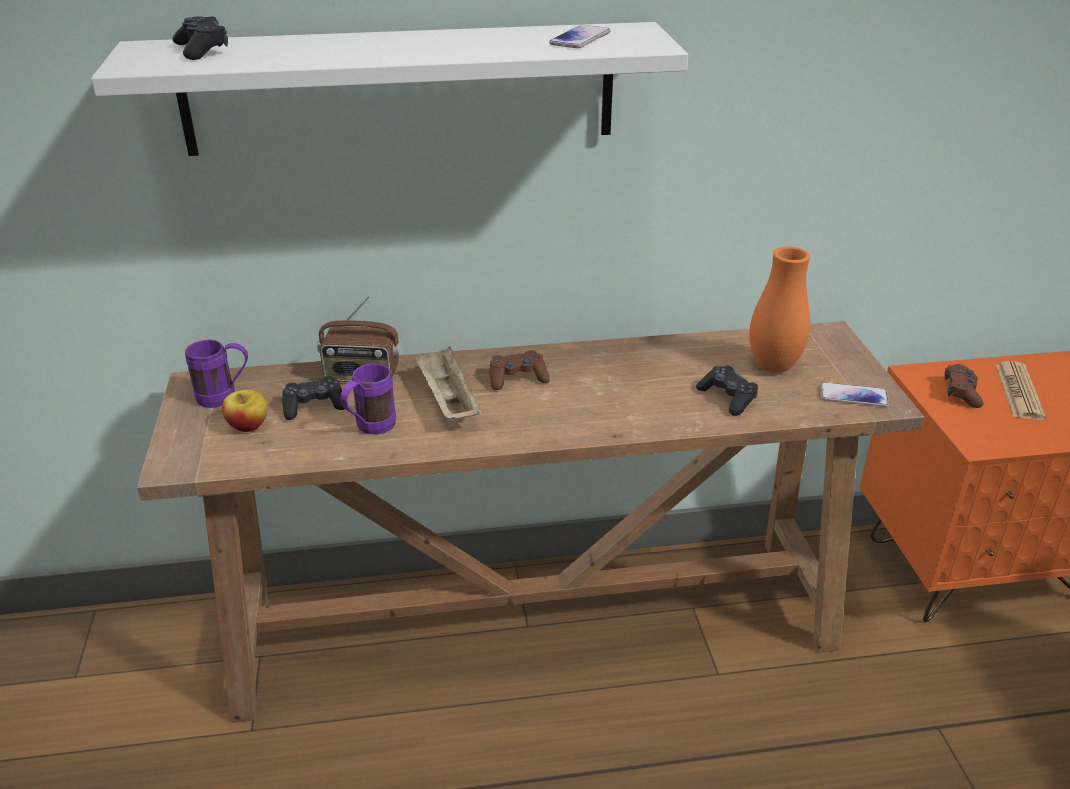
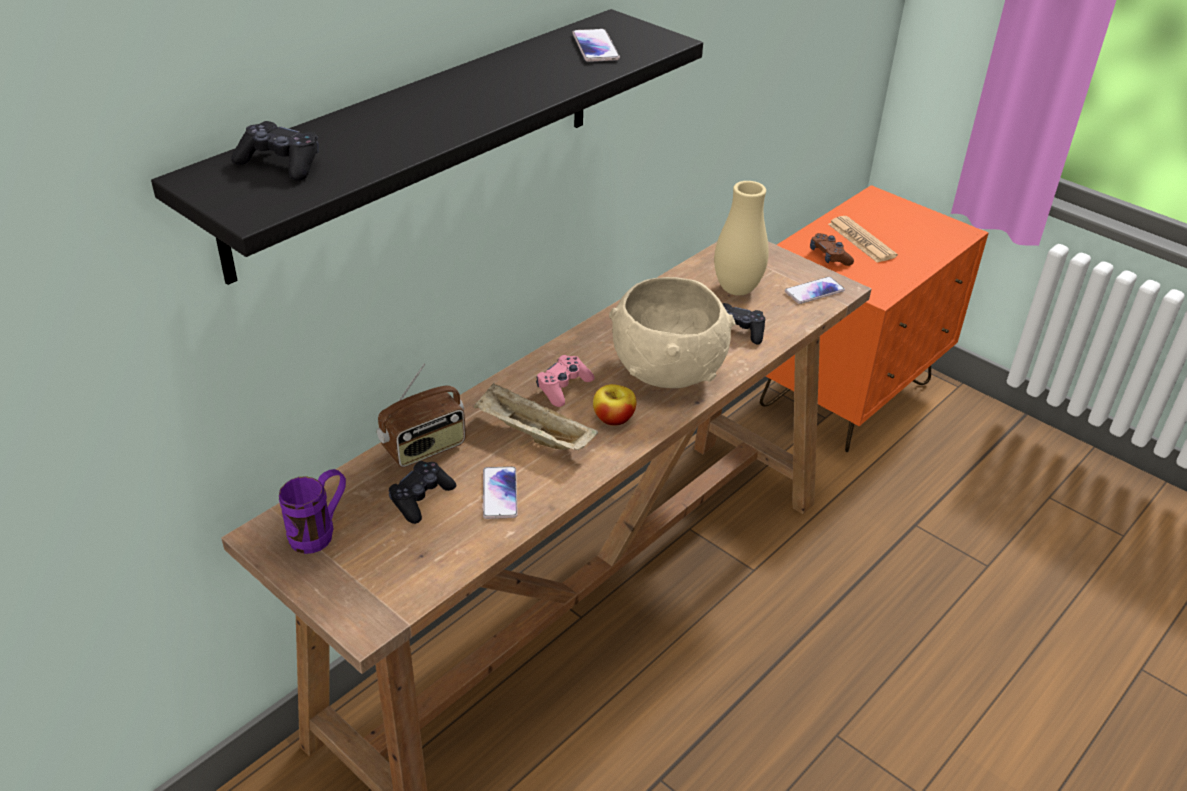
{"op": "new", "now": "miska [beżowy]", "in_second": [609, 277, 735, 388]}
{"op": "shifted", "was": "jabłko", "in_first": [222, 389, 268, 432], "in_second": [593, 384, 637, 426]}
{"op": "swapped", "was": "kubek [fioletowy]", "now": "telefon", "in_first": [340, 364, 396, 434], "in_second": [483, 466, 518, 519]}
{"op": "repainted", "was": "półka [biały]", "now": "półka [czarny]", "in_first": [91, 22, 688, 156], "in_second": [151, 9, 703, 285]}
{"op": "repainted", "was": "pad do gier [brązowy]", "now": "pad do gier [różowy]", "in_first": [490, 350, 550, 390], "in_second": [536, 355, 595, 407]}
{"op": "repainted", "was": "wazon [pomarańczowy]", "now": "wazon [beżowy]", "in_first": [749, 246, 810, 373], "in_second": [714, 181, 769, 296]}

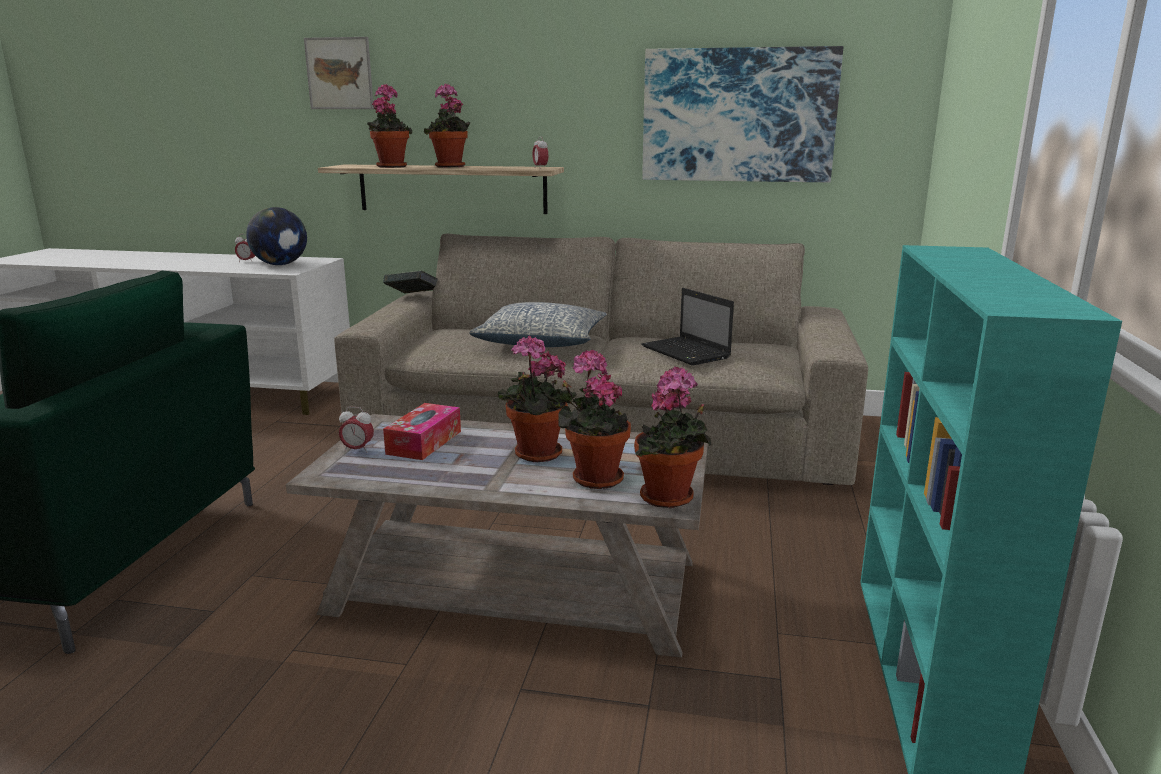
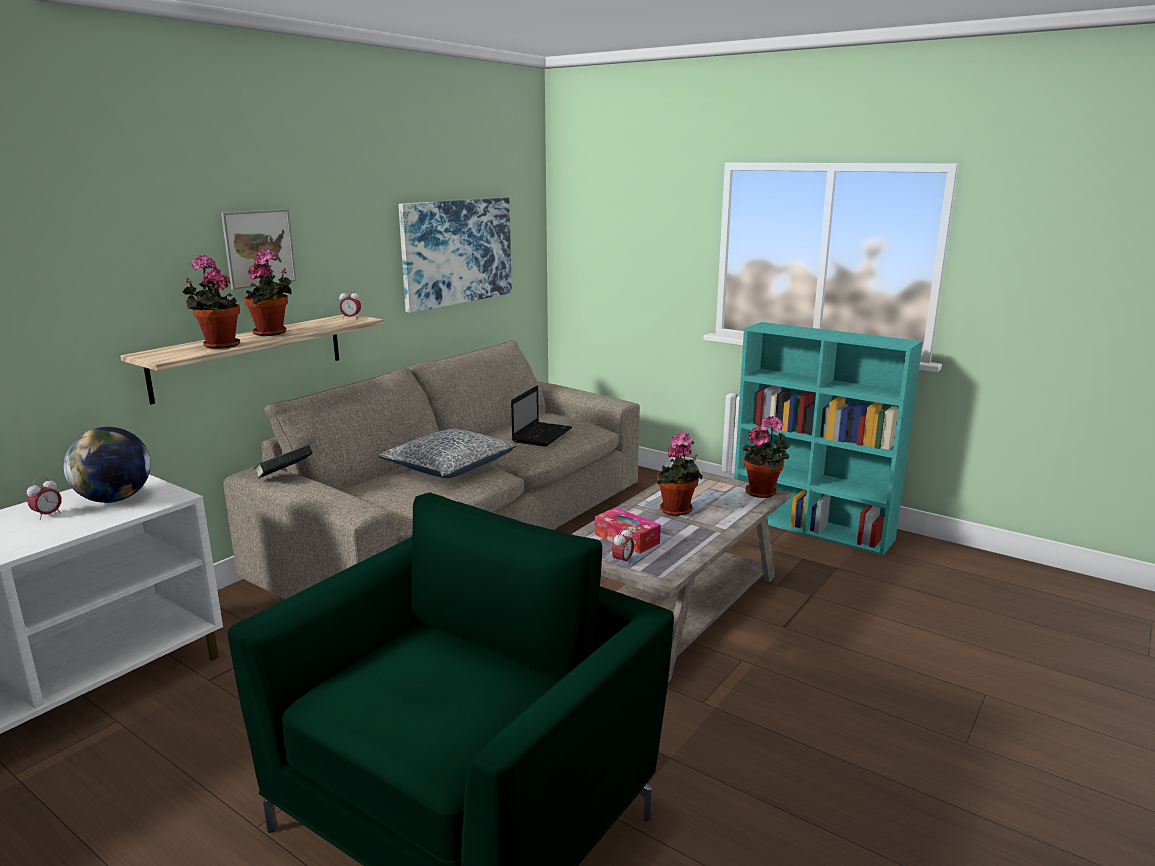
{"op": "gone", "was": "roślina doniczkowa", "in_first": [557, 350, 631, 489]}
{"op": "shifted", "was": "obraz", "in_first": [304, 37, 374, 109], "in_second": [221, 209, 296, 290]}
{"op": "rotated", "was": "laptop", "in_first": [641, 288, 734, 365], "in_second": [511, 386, 572, 447], "clockwise": -60}

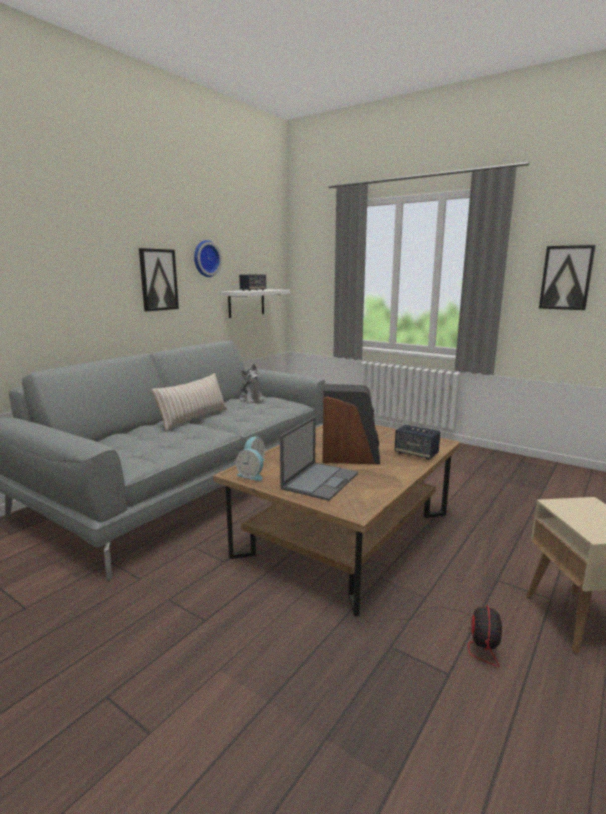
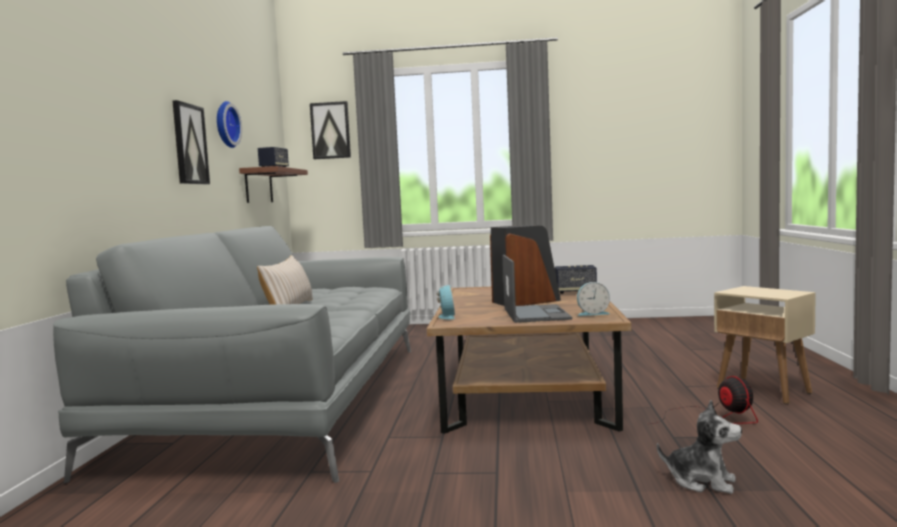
{"op": "shifted", "was": "budzik", "in_first": [236, 449, 263, 481], "in_second": [577, 282, 610, 316]}
{"op": "shifted", "was": "pluszak", "in_first": [239, 364, 264, 403], "in_second": [657, 400, 742, 494]}
{"op": "shifted", "was": "obraz", "in_first": [539, 245, 596, 310], "in_second": [310, 101, 351, 159]}
{"op": "repainted", "was": "półka [biały]", "now": "półka [brązowy]", "in_first": [221, 289, 290, 318], "in_second": [239, 166, 308, 203]}

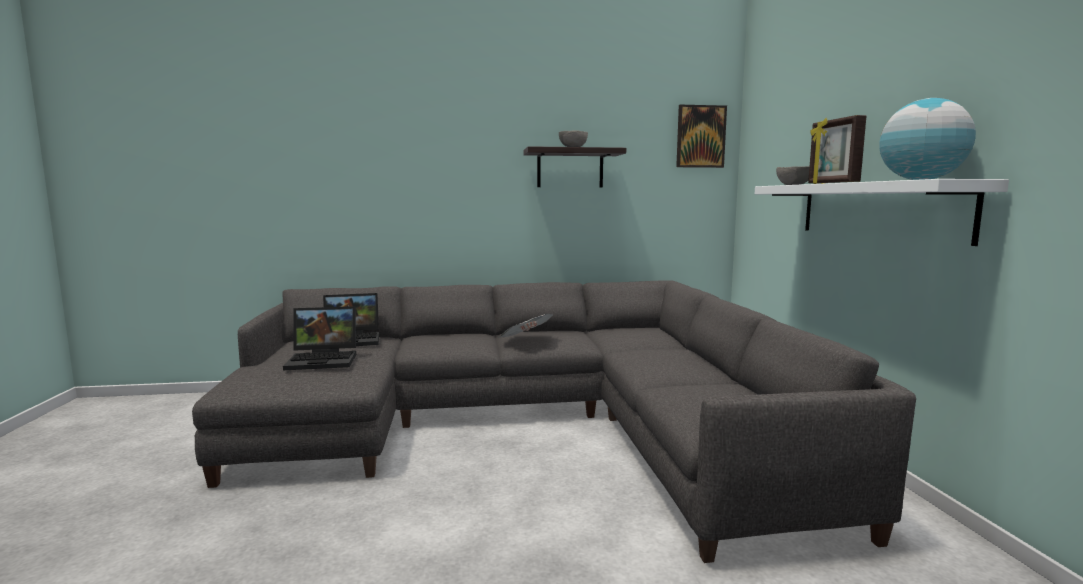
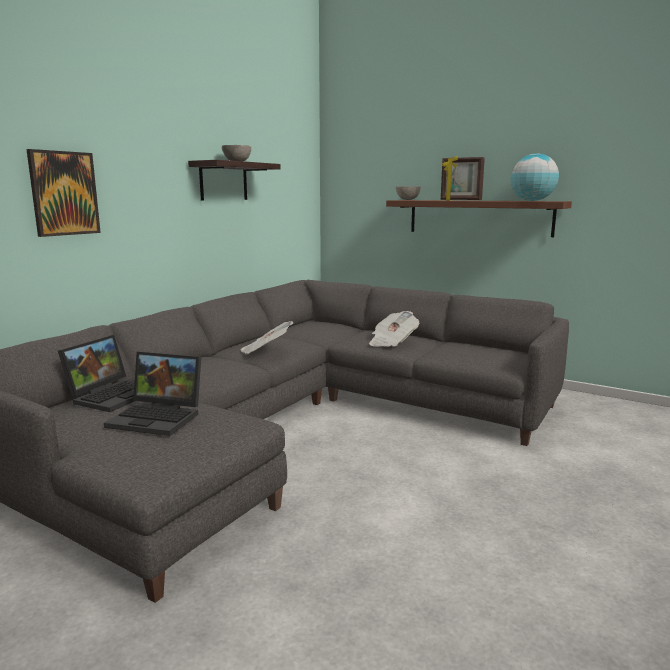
{"op": "new", "now": "gazeta", "in_second": [369, 311, 419, 347]}
{"op": "shifted", "was": "obraz", "in_first": [676, 105, 727, 168], "in_second": [26, 149, 101, 237]}
{"op": "repainted", "was": "półka [biały]", "now": "półka [brązowy]", "in_first": [755, 179, 1009, 246], "in_second": [386, 200, 572, 237]}
{"op": "rotated", "was": "laptop", "in_first": [283, 306, 356, 370], "in_second": [104, 352, 201, 436], "clockwise": 75}

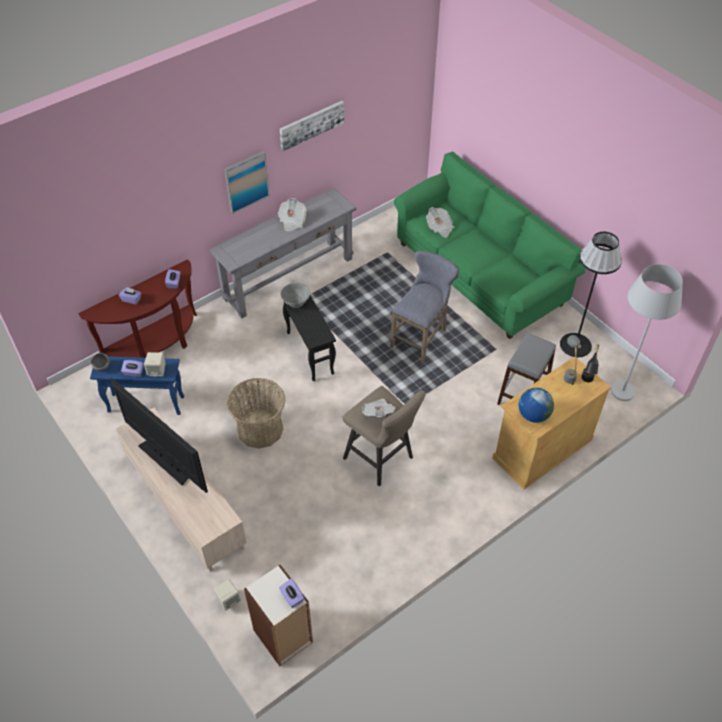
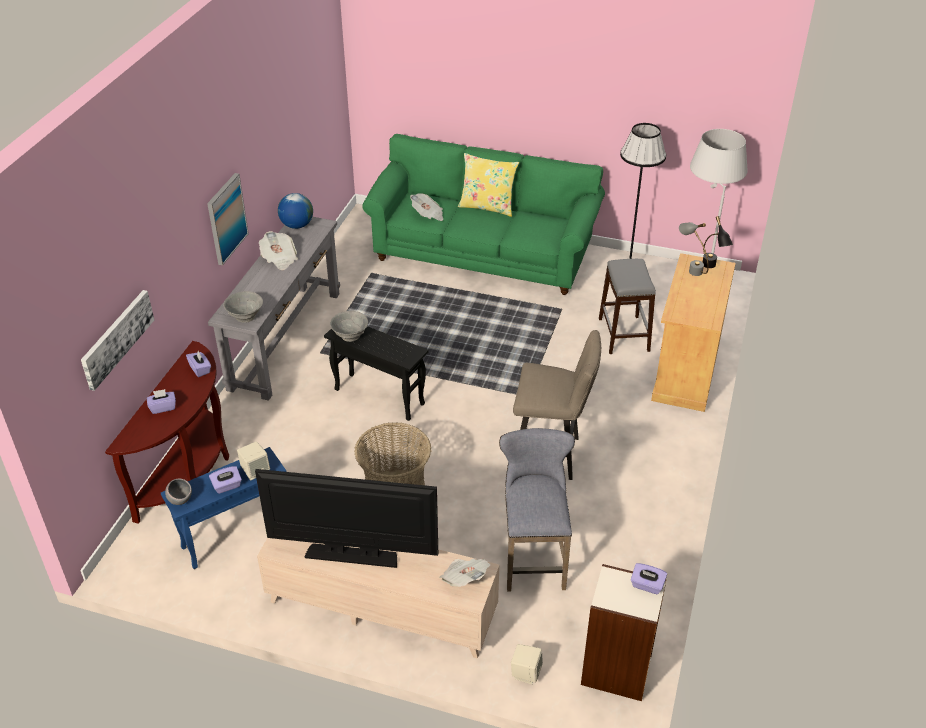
{"op": "new", "now": "miska [szary]", "in_second": [223, 291, 263, 323]}
{"op": "new", "now": "poduszka [żółty]", "in_second": [458, 153, 519, 217]}
{"op": "shifted", "was": "obraz", "in_first": [280, 101, 344, 151], "in_second": [81, 290, 154, 391]}
{"op": "shifted", "was": "gazeta", "in_first": [362, 399, 396, 417], "in_second": [439, 558, 490, 587]}
{"op": "shifted", "was": "stołek [szary]", "in_first": [390, 251, 459, 364], "in_second": [499, 428, 575, 591]}
{"op": "shifted", "was": "globus", "in_first": [519, 388, 554, 423], "in_second": [278, 193, 313, 229]}

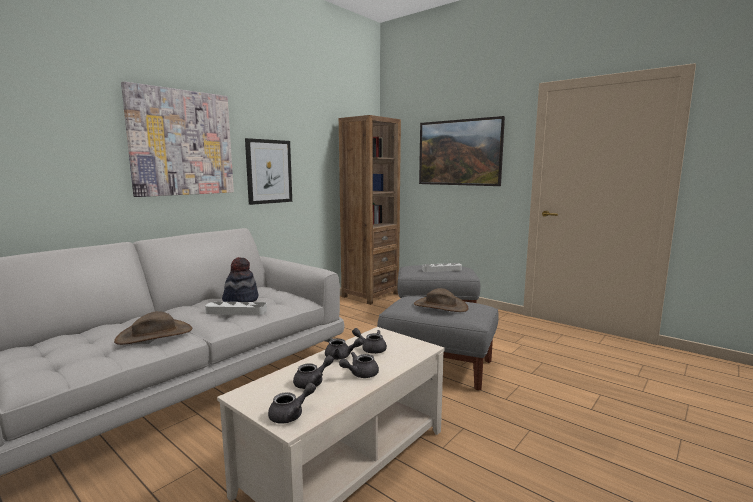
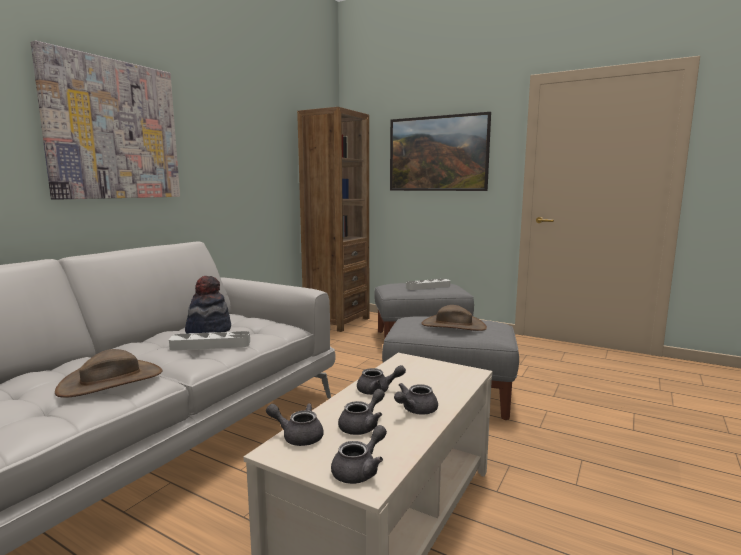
{"op": "gone", "was": "obraz", "in_first": [245, 138, 292, 205]}
{"op": "shifted", "was": "imbryk [szary]", "in_first": [352, 328, 387, 354], "in_second": [266, 403, 324, 446]}

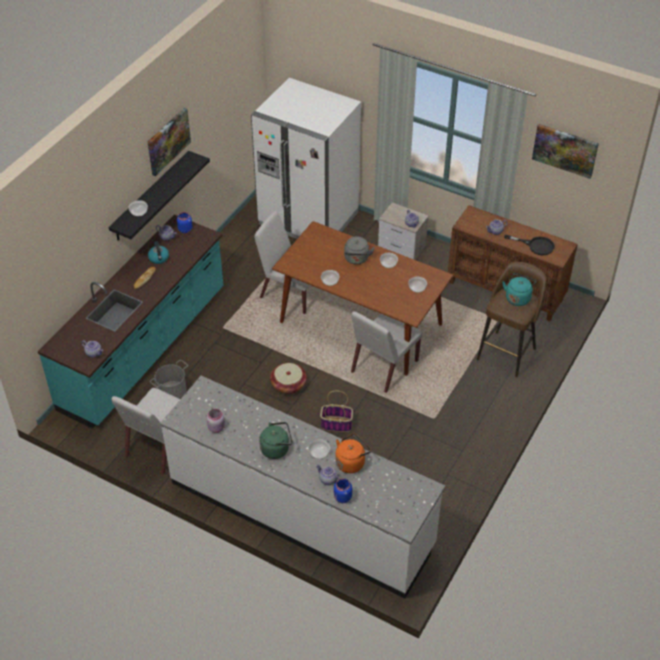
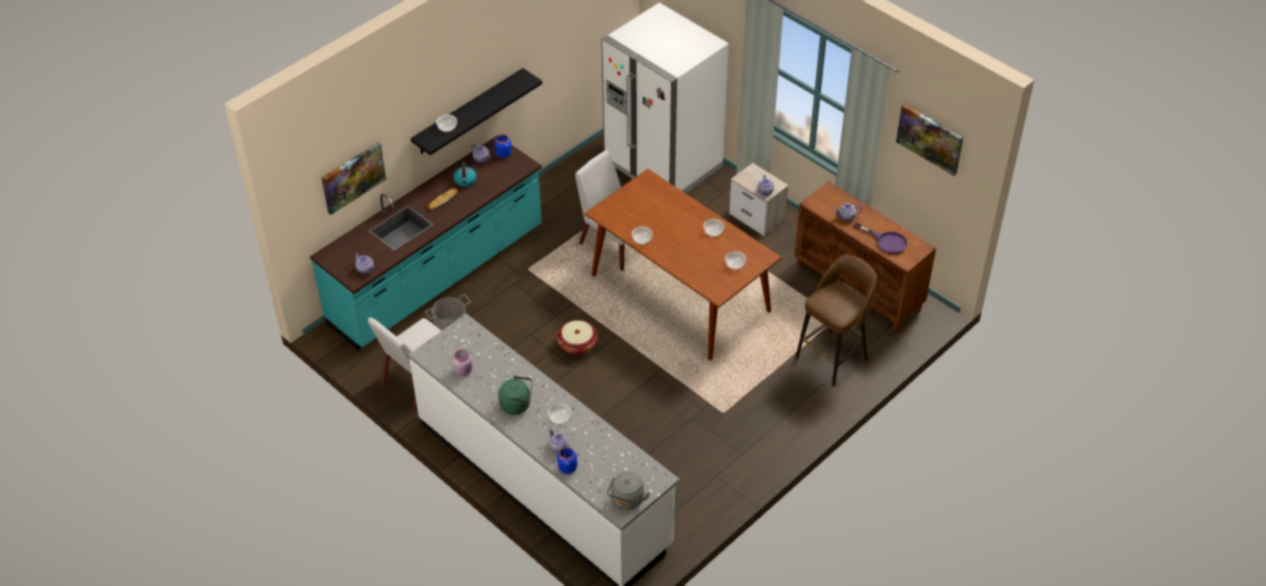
{"op": "gone", "was": "koszyk", "in_first": [320, 391, 353, 432]}
{"op": "gone", "was": "czajnik [pomarańczowy]", "in_first": [335, 434, 371, 473]}
{"op": "gone", "was": "krzesło [biały]", "in_first": [351, 311, 423, 393]}
{"op": "gone", "was": "czajnik [turkusowy]", "in_first": [502, 273, 537, 306]}
{"op": "shifted", "was": "obraz", "in_first": [147, 108, 191, 176], "in_second": [321, 143, 386, 215]}
{"op": "shifted", "was": "czajnik [szary]", "in_first": [344, 236, 375, 265], "in_second": [607, 472, 650, 510]}
{"op": "repainted", "was": "patelnia [czarny]", "now": "patelnia [fioletowy]", "in_first": [504, 234, 555, 255], "in_second": [854, 222, 908, 254]}

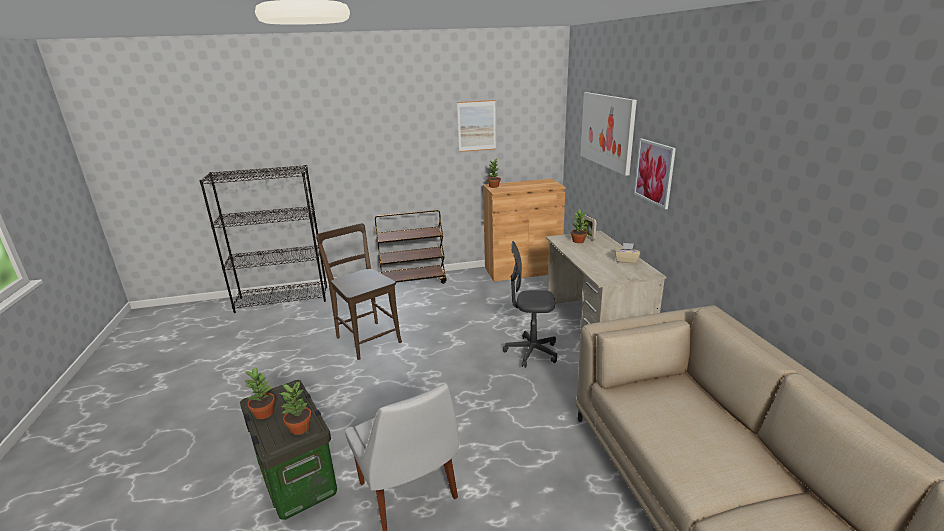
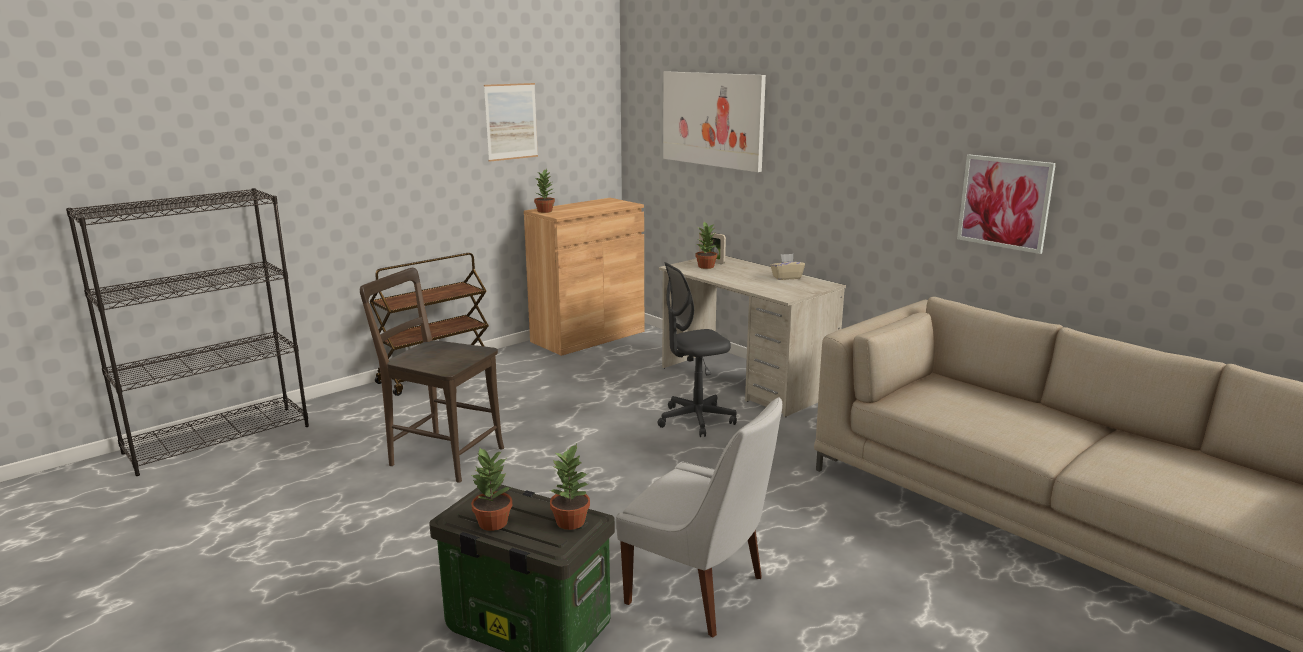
{"op": "shifted", "was": "obraz", "in_first": [634, 139, 676, 209], "in_second": [957, 155, 1056, 254]}

